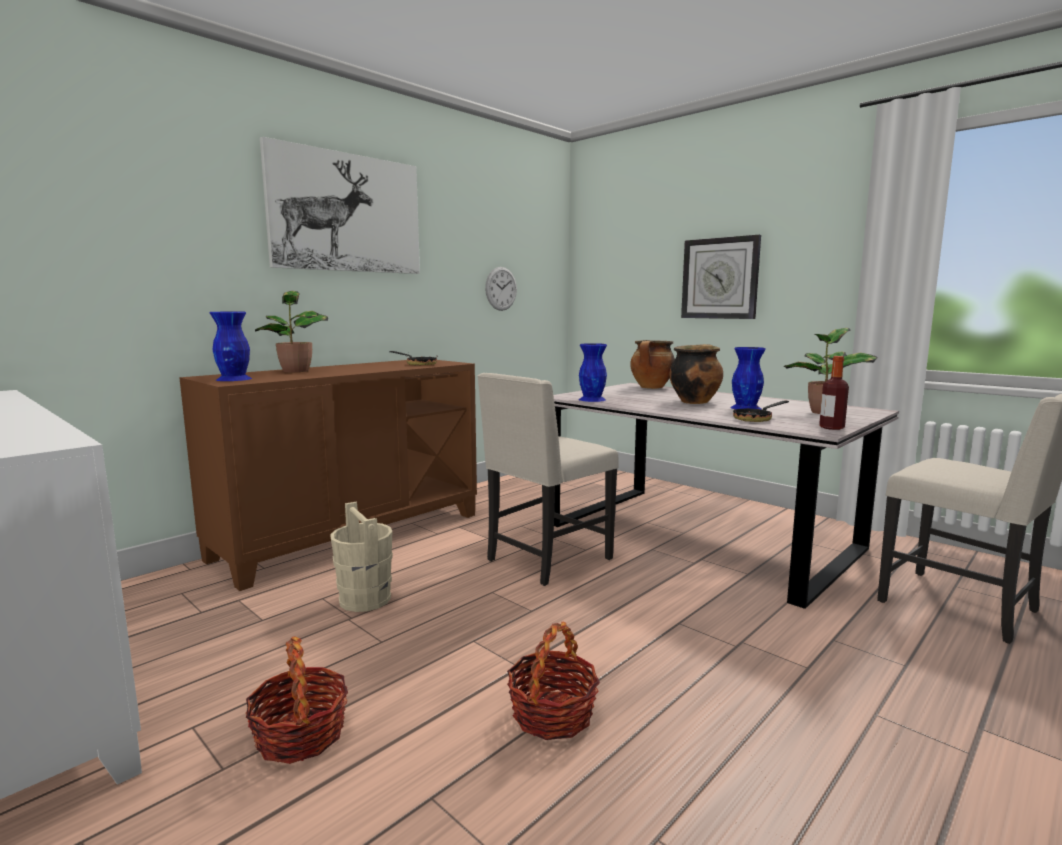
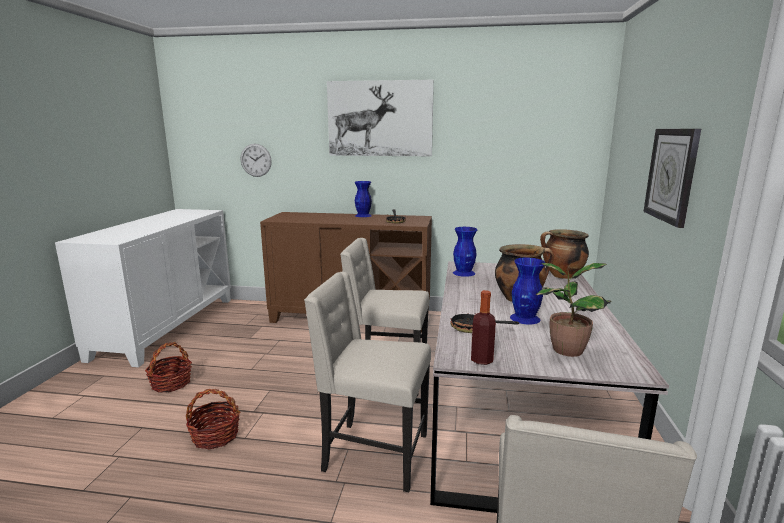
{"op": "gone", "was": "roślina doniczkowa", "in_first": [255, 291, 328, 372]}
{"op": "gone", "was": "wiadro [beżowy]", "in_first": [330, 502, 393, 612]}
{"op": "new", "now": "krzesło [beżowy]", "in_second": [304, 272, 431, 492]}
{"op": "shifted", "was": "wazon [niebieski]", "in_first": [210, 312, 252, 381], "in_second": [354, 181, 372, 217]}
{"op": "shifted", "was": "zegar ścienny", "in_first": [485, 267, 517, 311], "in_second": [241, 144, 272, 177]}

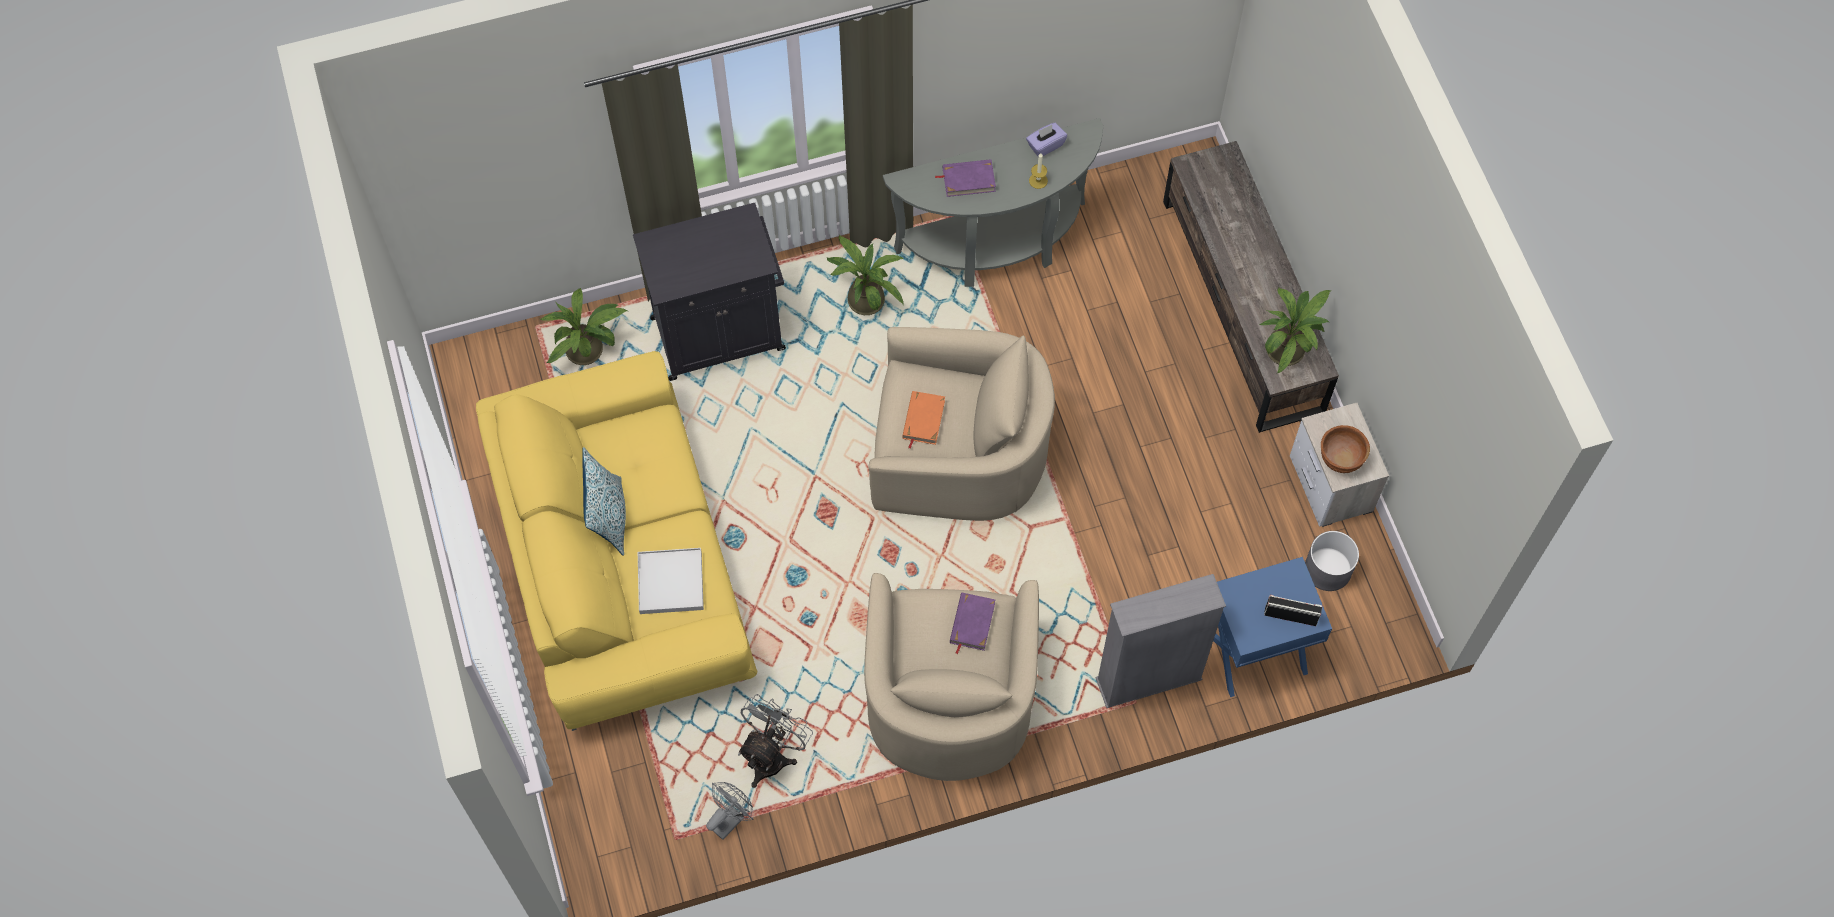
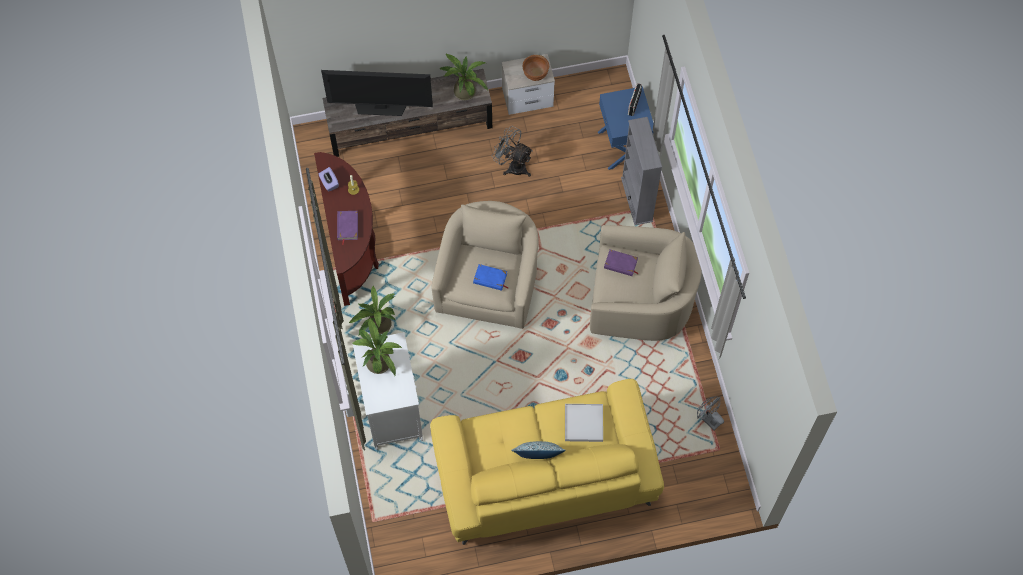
{"op": "gone", "was": "donica [szary]", "in_first": [1305, 531, 1359, 591]}
{"op": "new", "now": "telewizor", "in_second": [321, 70, 433, 116]}
{"op": "shifted", "was": "roślina doniczkowa", "in_first": [540, 288, 627, 365], "in_second": [353, 318, 402, 375]}
{"op": "shifted", "was": "wentylator [szary]", "in_first": [738, 694, 813, 788], "in_second": [491, 126, 533, 177]}
{"op": "repainted", "was": "szafka [czarny]", "now": "szafka [biały]", "in_first": [633, 203, 786, 381], "in_second": [352, 332, 423, 450]}
{"op": "repainted", "was": "stolik konsolowy [szary]", "now": "stolik konsolowy [brązowy]", "in_first": [883, 118, 1103, 287], "in_second": [314, 152, 379, 306]}
{"op": "repainted", "was": "książka [pomarańczowy]", "now": "książka [niebieski]", "in_first": [902, 391, 945, 448], "in_second": [473, 264, 509, 291]}

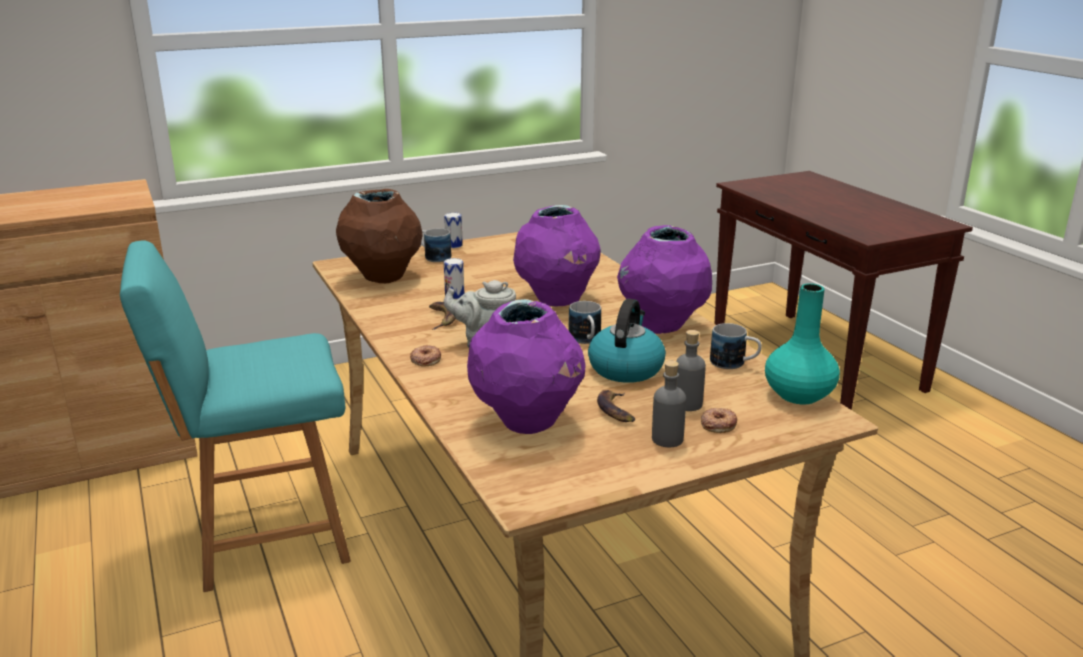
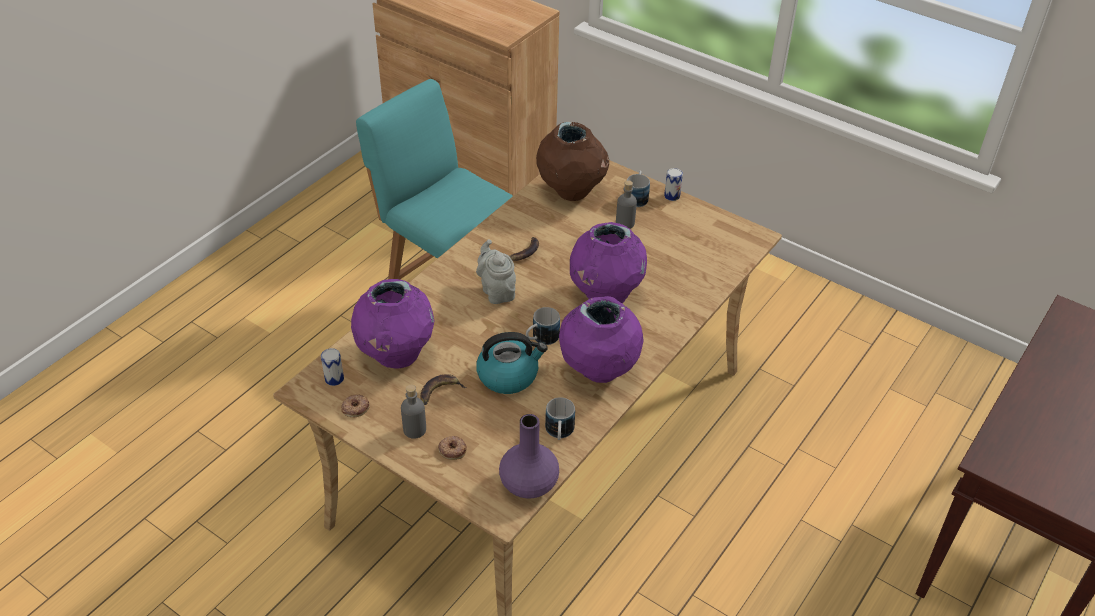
{"op": "shifted", "was": "donut", "in_first": [410, 345, 441, 366], "in_second": [341, 395, 370, 417]}
{"op": "shifted", "was": "puszka", "in_first": [444, 258, 464, 299], "in_second": [321, 348, 344, 386]}
{"op": "shifted", "was": "butelka [szary]", "in_first": [676, 330, 706, 411], "in_second": [616, 180, 637, 229]}
{"op": "repainted", "was": "wazon [turkusowy]", "now": "wazon [fioletowy]", "in_first": [765, 283, 840, 404], "in_second": [499, 414, 559, 499]}

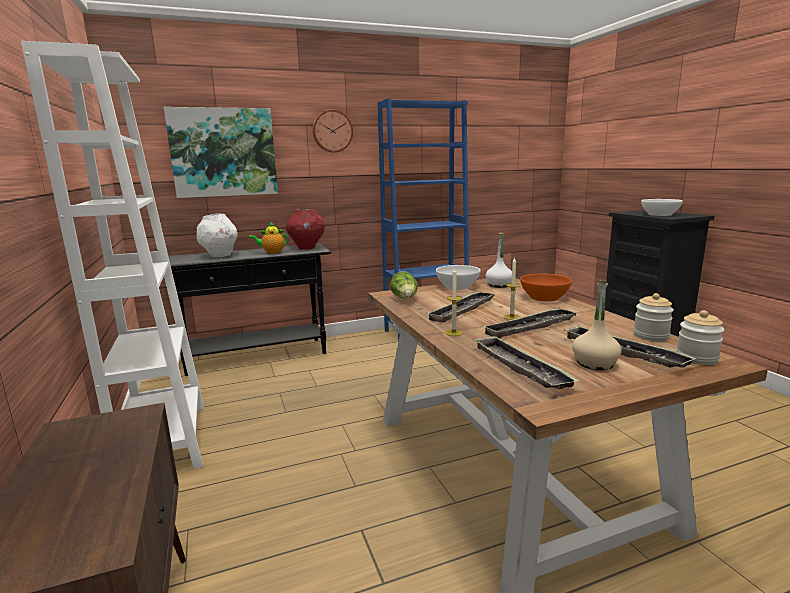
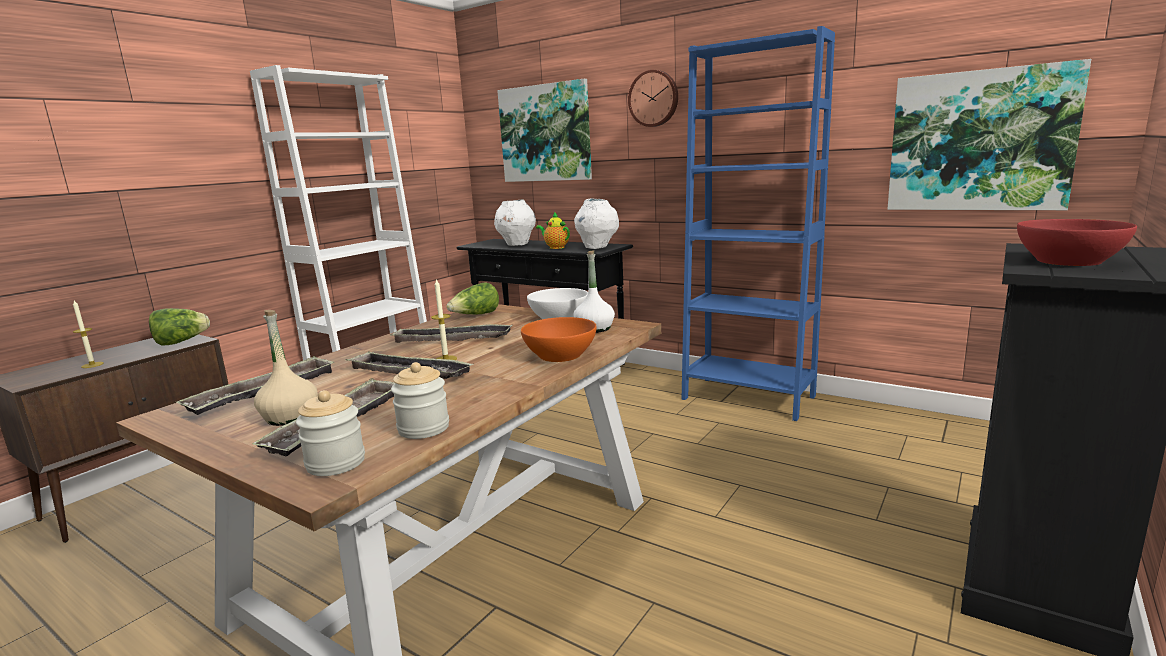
{"op": "new", "now": "sałata", "in_second": [149, 308, 210, 346]}
{"op": "new", "now": "obraz", "in_second": [887, 59, 1091, 210]}
{"op": "shifted", "was": "świeca", "in_first": [445, 268, 463, 336], "in_second": [73, 300, 103, 368]}
{"op": "repainted", "was": "wazon [czerwony]", "now": "wazon [biały]", "in_first": [286, 209, 325, 250], "in_second": [574, 198, 619, 249]}
{"op": "repainted", "was": "miska [biały]", "now": "miska [czerwony]", "in_first": [641, 199, 683, 216], "in_second": [1017, 219, 1137, 266]}

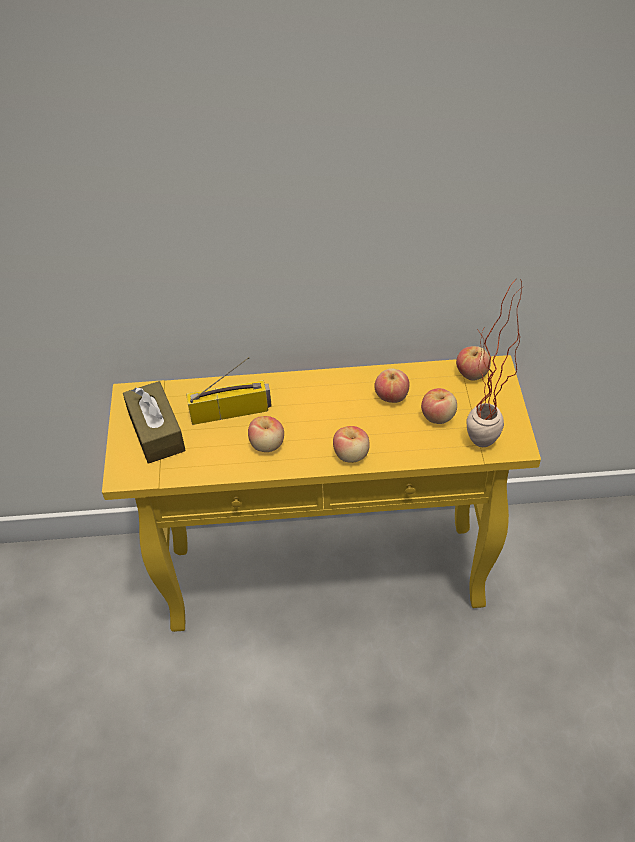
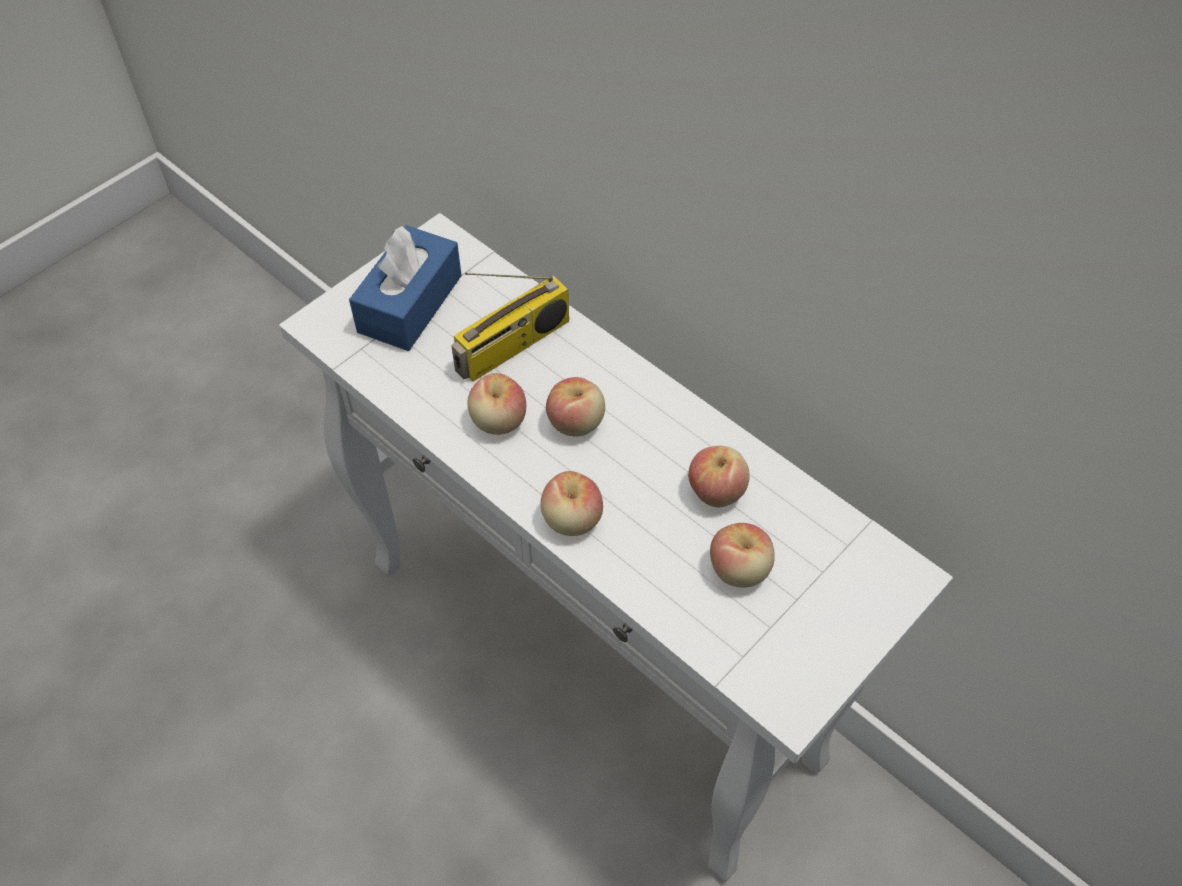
{"op": "gone", "was": "roślina doniczkowa", "in_first": [466, 279, 523, 447]}
{"op": "shifted", "was": "jabłko", "in_first": [456, 346, 491, 381], "in_second": [546, 377, 605, 437]}
{"op": "repainted", "was": "stolik konsolowy [żółty]", "now": "stolik konsolowy [biały]", "in_first": [102, 355, 541, 632], "in_second": [279, 213, 953, 882]}
{"op": "repainted", "was": "pudełko chusteczek [brązowy]", "now": "pudełko chusteczek [niebieski]", "in_first": [123, 381, 186, 464], "in_second": [349, 225, 462, 351]}
{"op": "rotated", "was": "radio", "in_first": [186, 357, 272, 425], "in_second": [451, 273, 569, 382], "clockwise": 105}

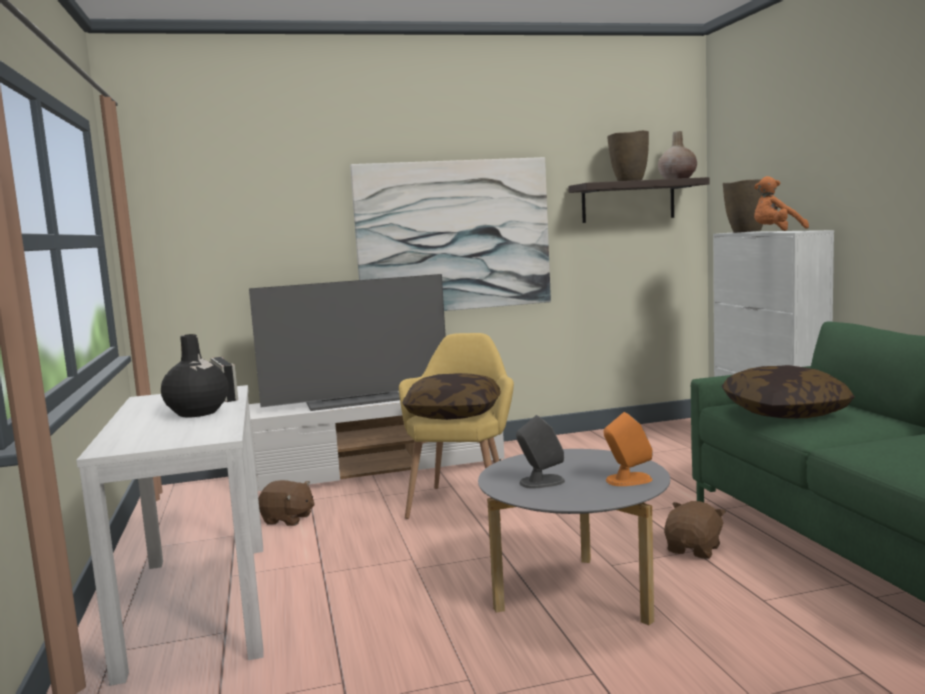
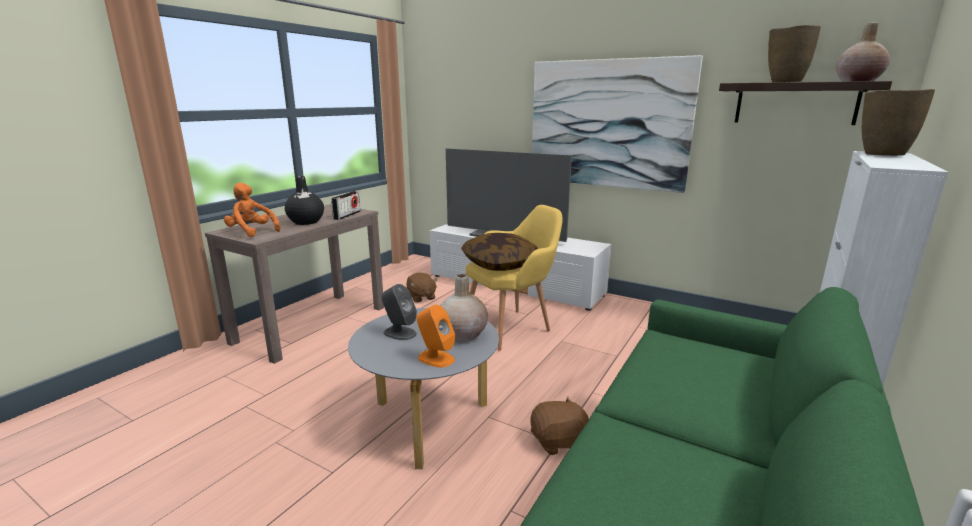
{"op": "gone", "was": "poduszka", "in_first": [721, 365, 855, 419]}
{"op": "new", "now": "wazon [beżowy]", "in_second": [440, 274, 488, 342]}
{"op": "shifted", "was": "pluszak [pomarańczowy]", "in_first": [754, 176, 809, 231], "in_second": [224, 183, 281, 237]}
{"op": "repainted", "was": "stolik konsolowy [biały]", "now": "stolik konsolowy [brązowy]", "in_first": [76, 385, 263, 686], "in_second": [205, 204, 384, 364]}

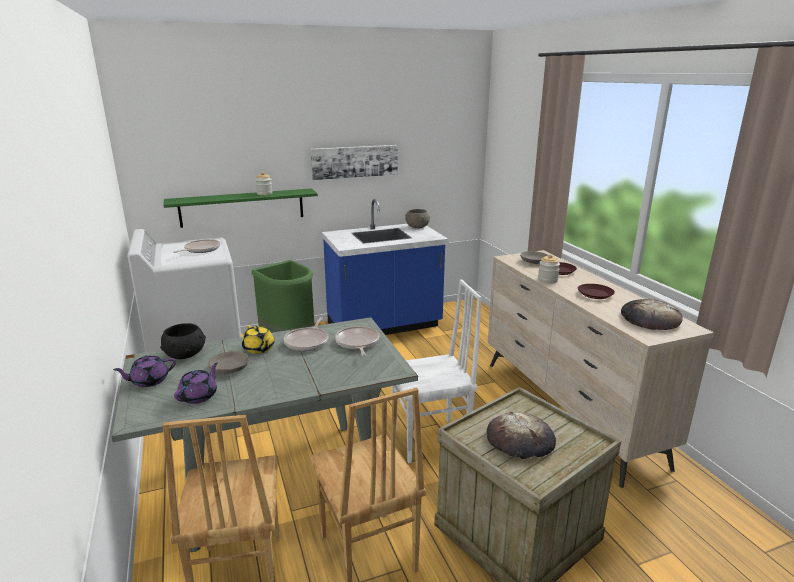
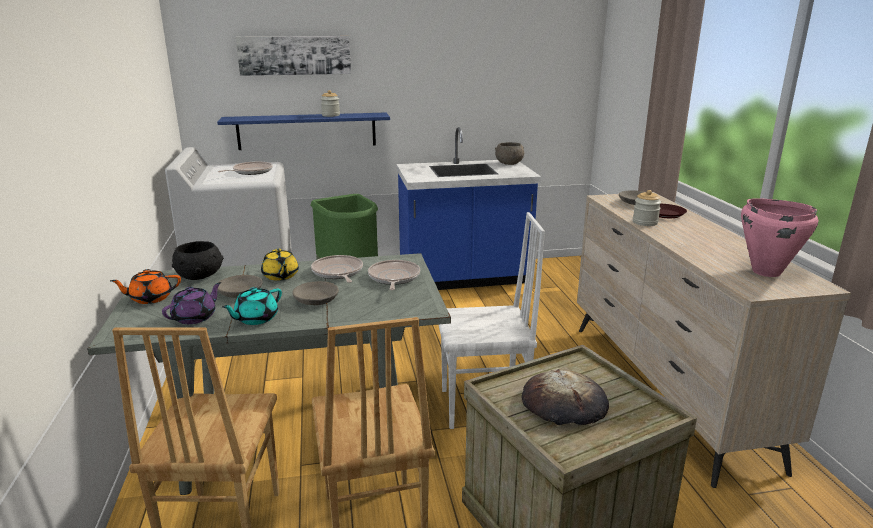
{"op": "gone", "was": "talerz [brązowy]", "in_first": [578, 284, 615, 299]}
{"op": "new", "now": "imbryk [turkusowy]", "in_second": [222, 287, 282, 325]}
{"op": "new", "now": "miska [szary]", "in_second": [292, 281, 339, 305]}
{"op": "shifted", "was": "obraz", "in_first": [311, 145, 398, 180], "in_second": [236, 36, 351, 76]}
{"op": "swapped", "was": "chleb", "now": "garnek [różowy]", "in_first": [621, 299, 683, 330], "in_second": [741, 198, 818, 277]}
{"op": "repainted", "was": "imbryk [fioletowy]", "now": "imbryk [pomarańczowy]", "in_first": [113, 356, 176, 387], "in_second": [110, 269, 181, 304]}
{"op": "repainted", "was": "półka [zielony]", "now": "półka [niebieski]", "in_first": [163, 188, 318, 228], "in_second": [217, 113, 390, 150]}
{"op": "rotated", "was": "patelnia", "in_first": [283, 317, 329, 351], "in_second": [311, 255, 363, 283], "clockwise": 135}

